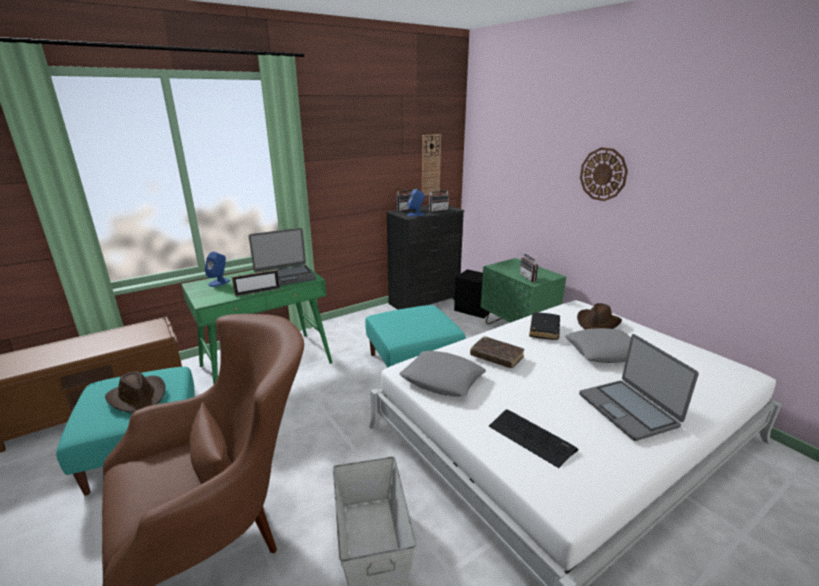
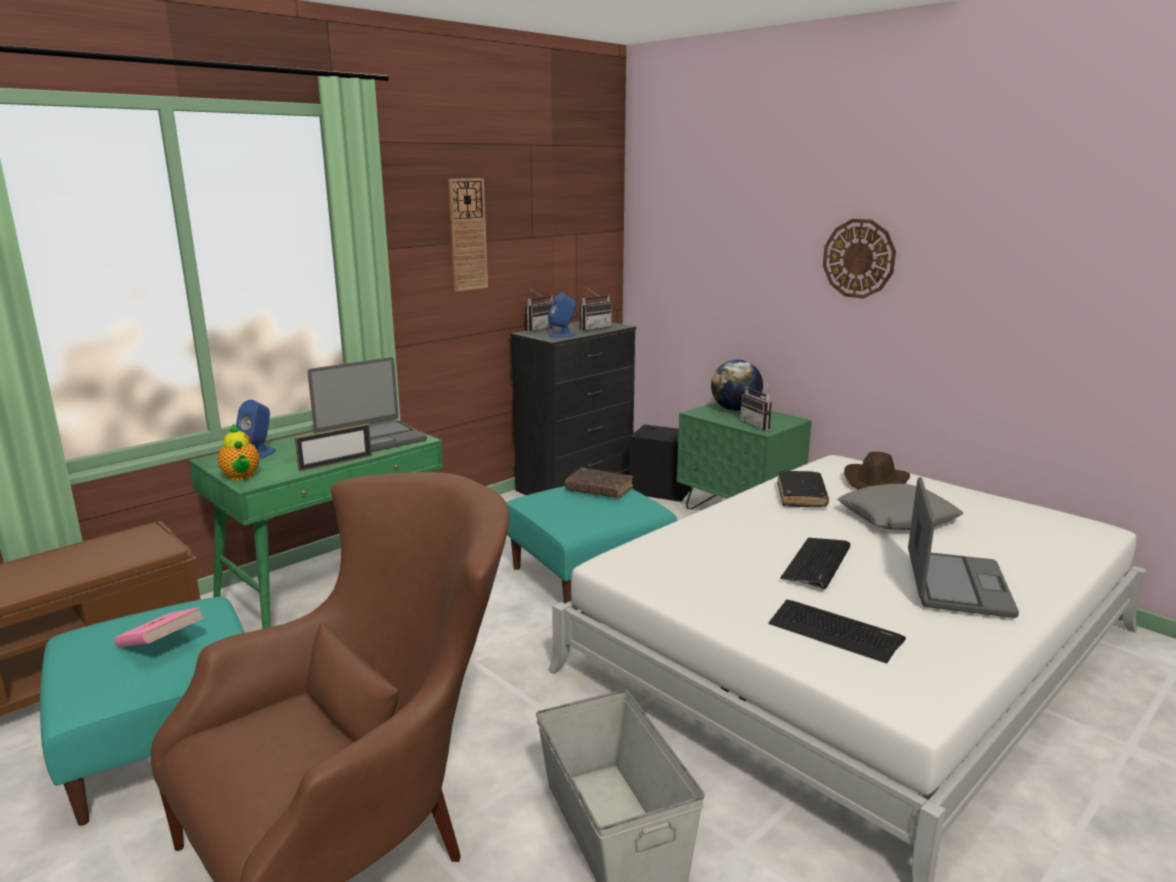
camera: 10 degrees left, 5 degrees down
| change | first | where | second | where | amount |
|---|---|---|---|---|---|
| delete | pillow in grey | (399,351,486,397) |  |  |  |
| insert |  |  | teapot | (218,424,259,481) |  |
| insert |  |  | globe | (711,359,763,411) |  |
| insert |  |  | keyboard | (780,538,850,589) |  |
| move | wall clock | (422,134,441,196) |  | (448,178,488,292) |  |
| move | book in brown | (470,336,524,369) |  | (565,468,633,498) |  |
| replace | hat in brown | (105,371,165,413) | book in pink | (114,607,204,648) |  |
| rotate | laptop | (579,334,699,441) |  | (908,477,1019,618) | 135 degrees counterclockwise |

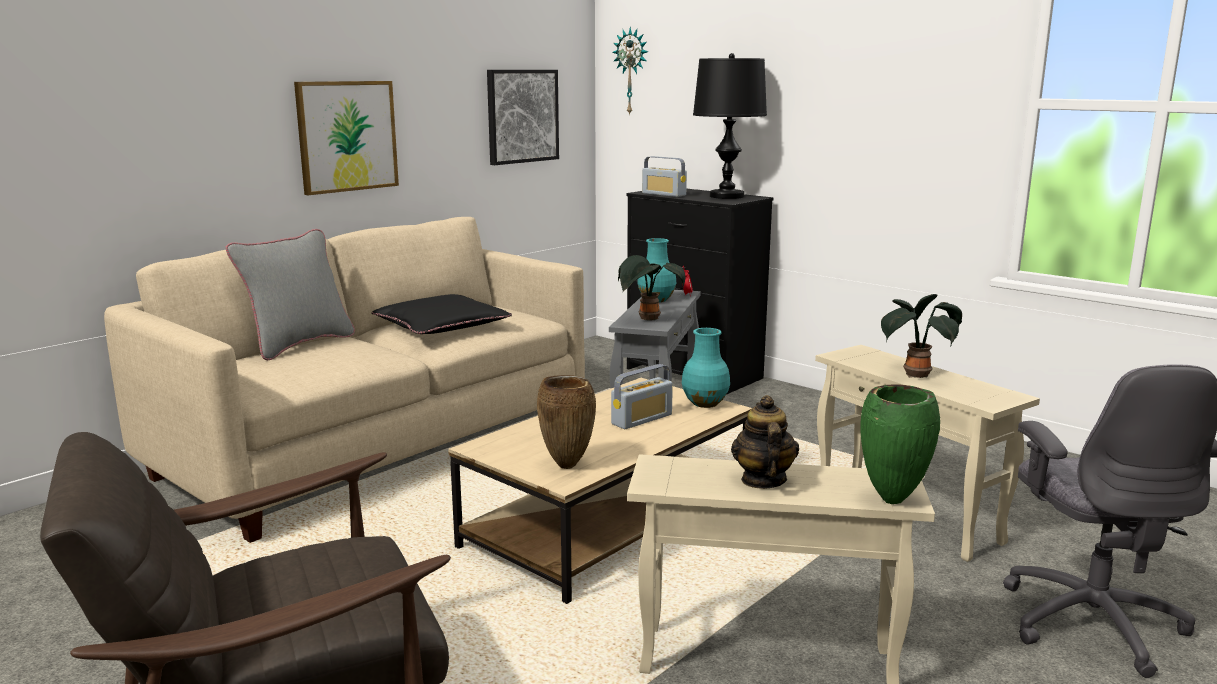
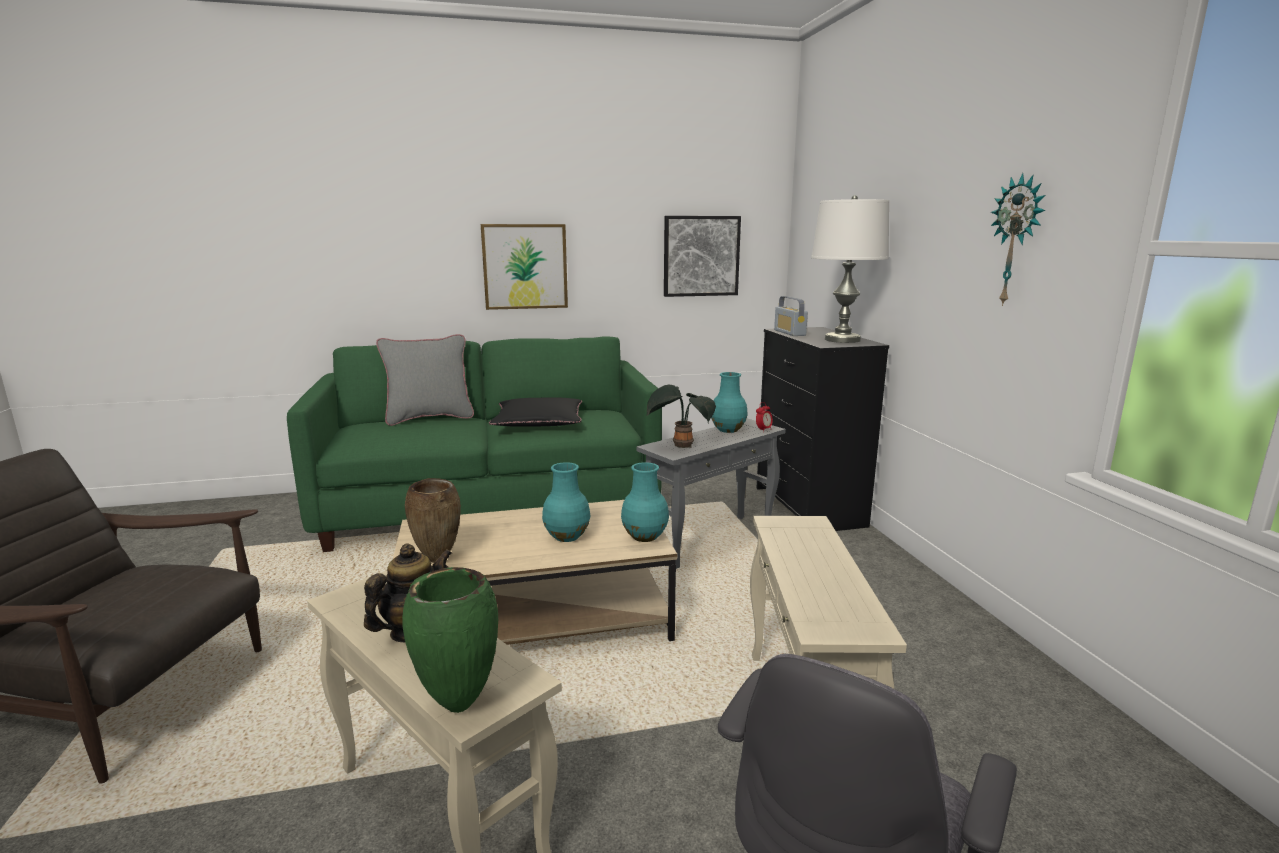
camera: 35 degrees right, 0 degrees up
| change | first | where | second | where | amount |
|---|---|---|---|---|---|
| delete | potted plant | (881,294,962,378) |  |  |  |
| move | wall clock | (612,27,648,116) |  | (991,173,1046,306) |  |
| replace | radio | (611,364,673,429) | vase in turquoise | (542,462,590,542) |  |
| recolor | sofa in beige | (104,217,585,543) | sofa in green | (287,336,662,552) |  |
| recolor | table lamp in black | (693,53,767,199) | table lamp in white | (811,195,889,343) |  |

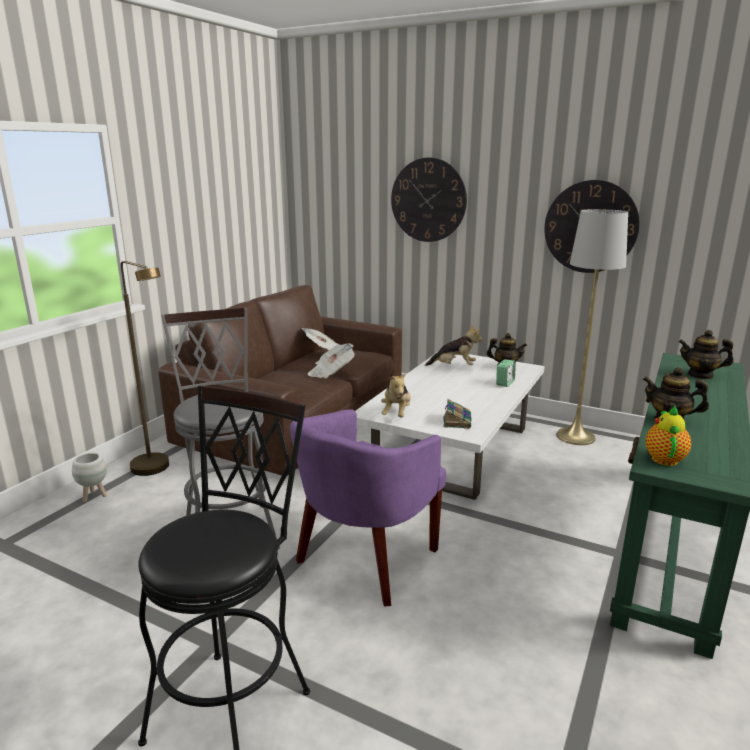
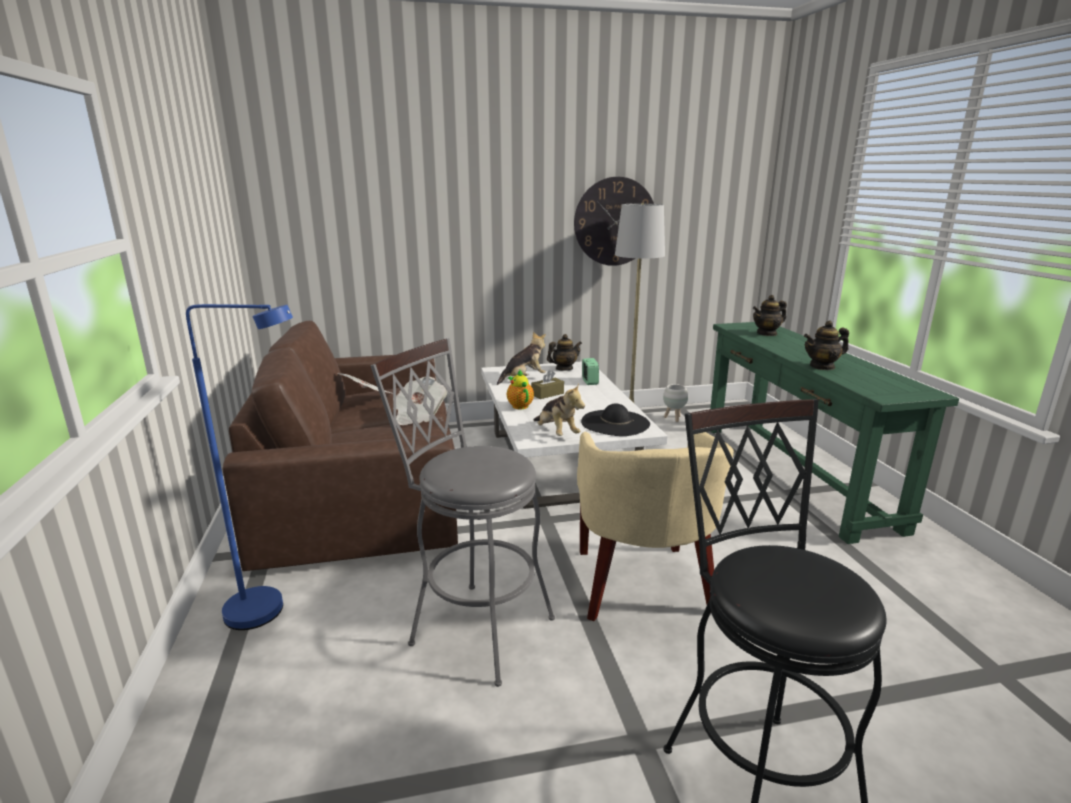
camera: 40 degrees left, 0 degrees up
| change | first | where | second | where | amount |
|---|---|---|---|---|---|
| delete | wall clock | (391,158,467,242) |  |  |  |
| insert |  |  | tissue box in brown | (531,370,564,399) |  |
| move | planter in white | (72,453,107,502) |  | (663,384,688,422) |  |
| move | teapot | (645,405,691,466) |  | (507,370,534,409) |  |
| replace | book | (443,399,471,429) | hat in black | (581,403,650,436) |  |
| recolor | floor lamp in brown | (121,261,169,476) | floor lamp in blue | (186,304,293,630) |  |
| recolor | armchair in purple | (290,409,446,606) | armchair in beige | (577,431,734,621) |  |

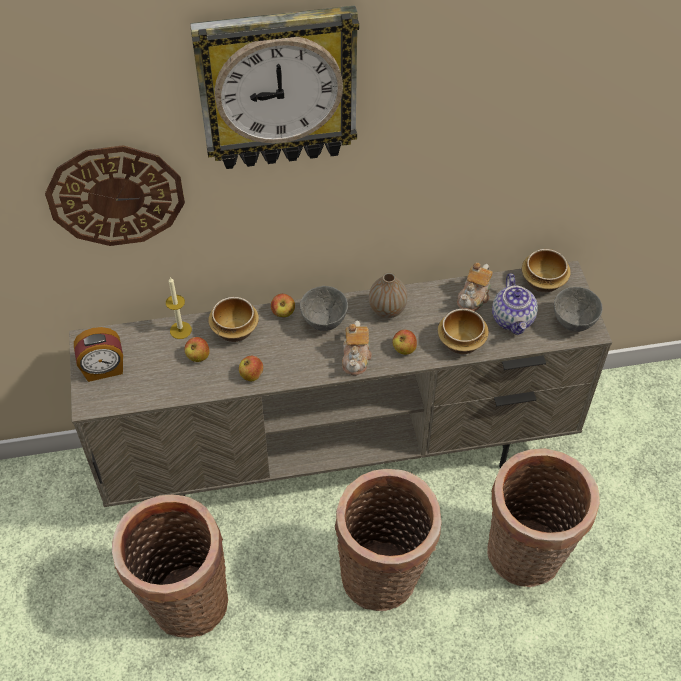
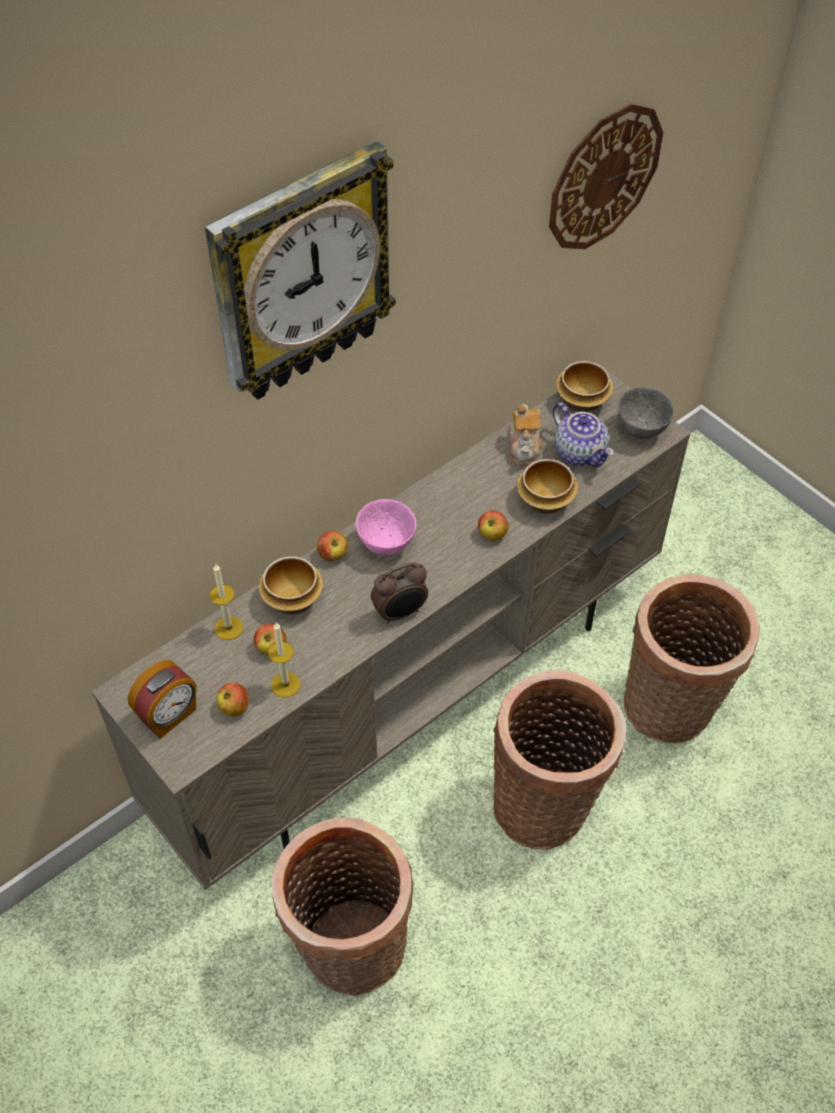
camera: 30 degrees left, 0 degrees up
| change | first | where | second | where | amount |
|---|---|---|---|---|---|
| delete | teapot | (342,321,372,375) |  |  |  |
| delete | vase | (369,273,407,318) |  |  |  |
| insert |  |  | candle | (268,623,301,698) |  |
| insert |  |  | alarm clock | (371,562,428,624) |  |
| move | wall clock | (45,145,185,246) |  | (549,104,663,249) |  |
| move | apple | (239,356,263,381) |  | (216,682,249,717) |  |
| recolor | bowl in grey | (300,286,348,331) | bowl in pink | (356,499,416,555) |  |

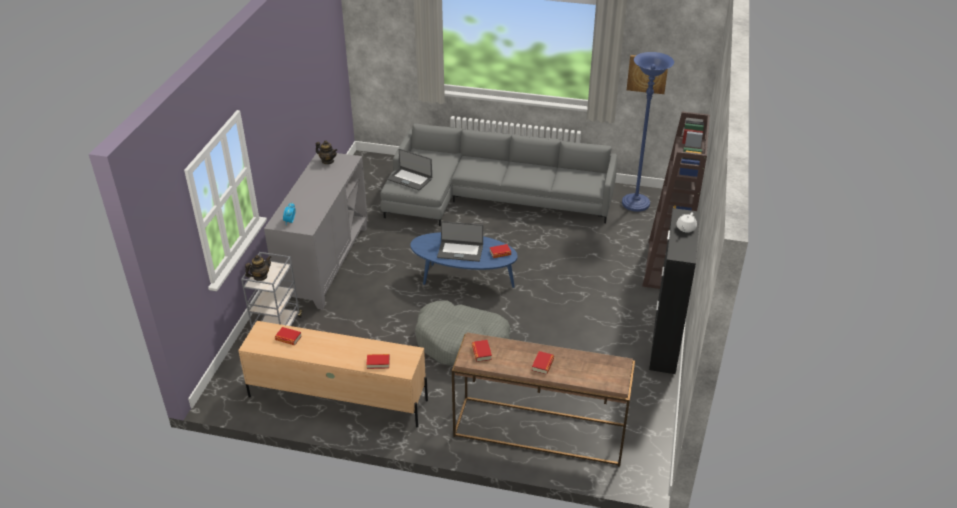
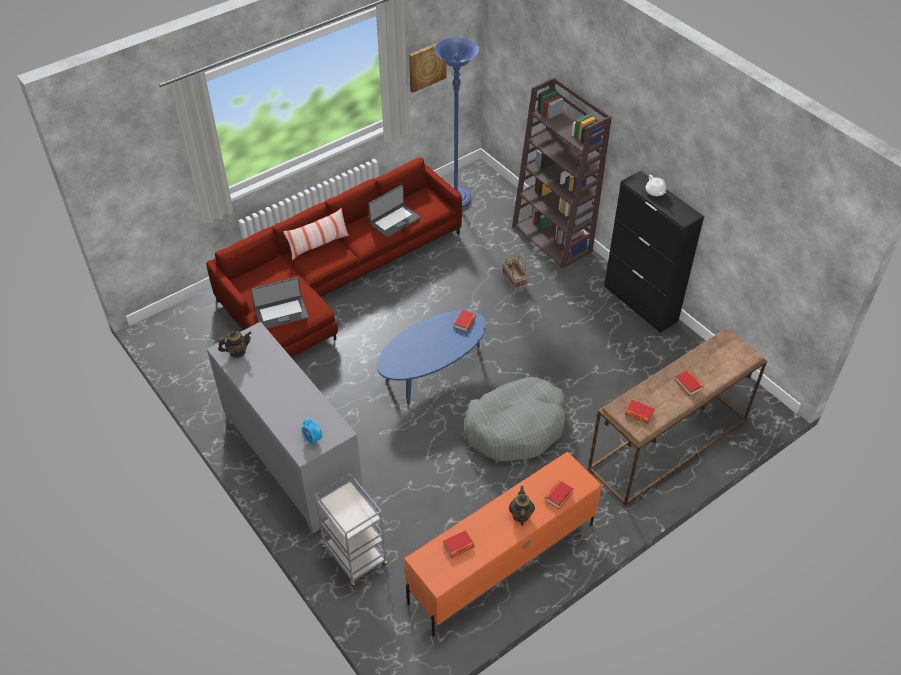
camera: 50 degrees left, 10 degrees up
| change | first | where | second | where | amount |
|---|---|---|---|---|---|
| insert |  |  | pillow | (283,208,350,260) |  |
| insert |  |  | basket | (502,253,528,291) |  |
| move | teapot | (245,255,271,281) |  | (509,486,535,526) |  |
| move | laptop | (437,221,483,262) |  | (368,184,421,238) |  |
| recolor | tv stand in beige | (238,321,428,427) | tv stand in orange | (404,452,602,637) |  |
| recolor | sofa in grey | (380,123,617,226) | sofa in red | (206,157,462,357) |  |

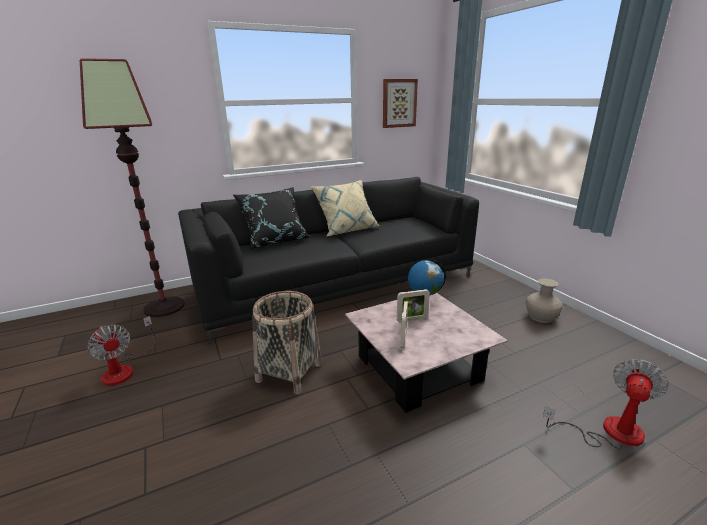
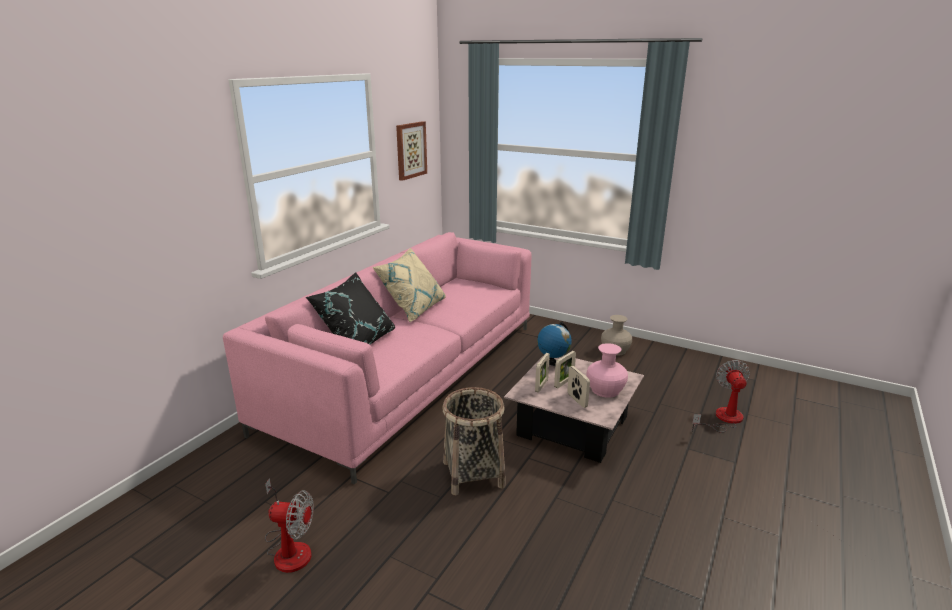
camera: 35 degrees left, 0 degrees up
| change | first | where | second | where | amount |
|---|---|---|---|---|---|
| delete | floor lamp | (80,58,185,317) |  |  |  |
| insert |  |  | picture frame | (535,353,550,393) |  |
| insert |  |  | vase in pink | (586,343,628,398) |  |
| recolor | sofa in black | (178,177,479,344) | sofa in pink | (223,232,531,485) |  |

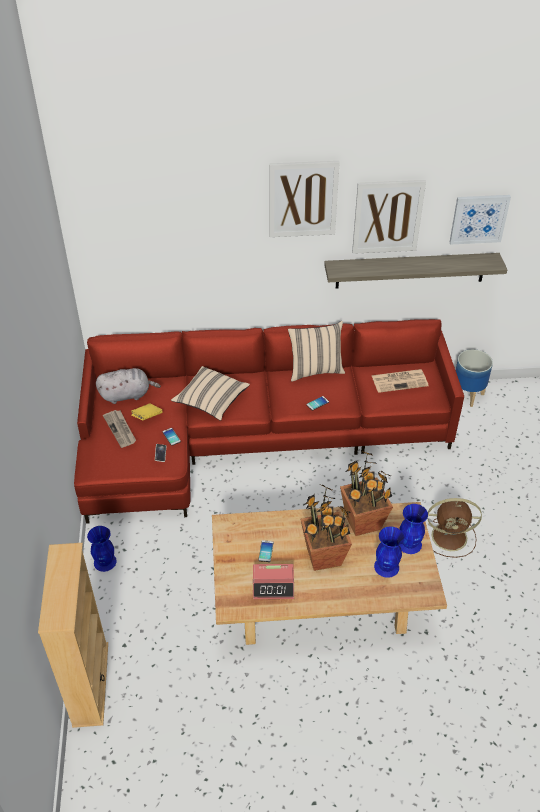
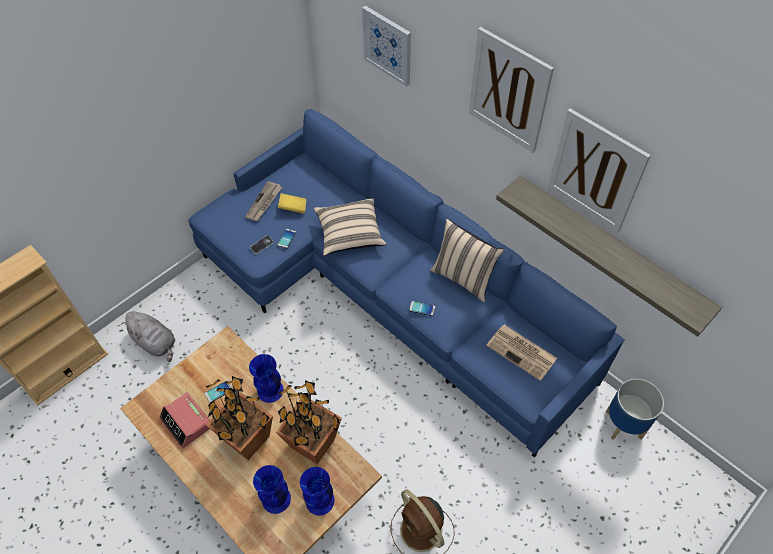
camera: 50 degrees right, 10 degrees up
| change | first | where | second | where | amount |
|---|---|---|---|---|---|
| move | vase in blue | (87,526,117,572) |  | (249,354,284,403) |  |
| move | plush toy in grey | (96,368,161,404) |  | (121,312,175,362) |  |
| move | picture | (450,195,511,245) |  | (362,6,411,87) |  |
| recolor | sofa in red | (74,319,464,524) | sofa in blue | (188,109,625,458) |  |

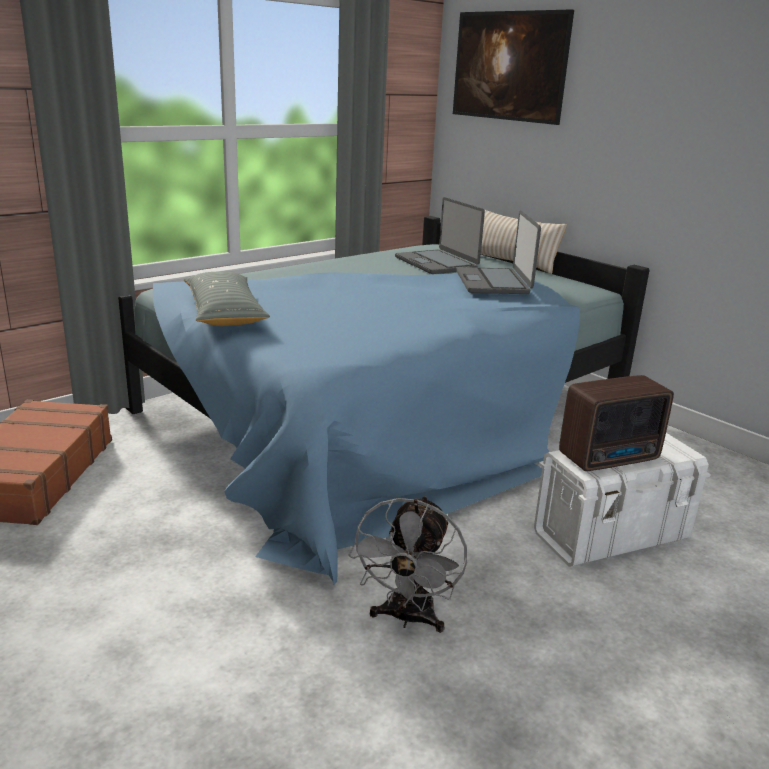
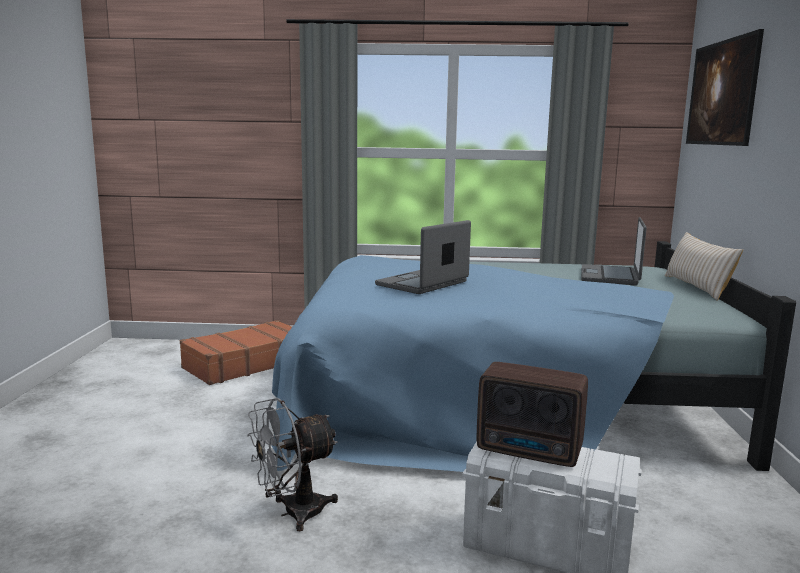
camera: 45 degrees right, 10 degrees down
| change | first | where | second | where | amount |
|---|---|---|---|---|---|
| delete | pillow in grey | (184,272,270,326) |  |  |  |
| move | laptop | (456,210,541,294) |  | (375,220,471,294) |  |

